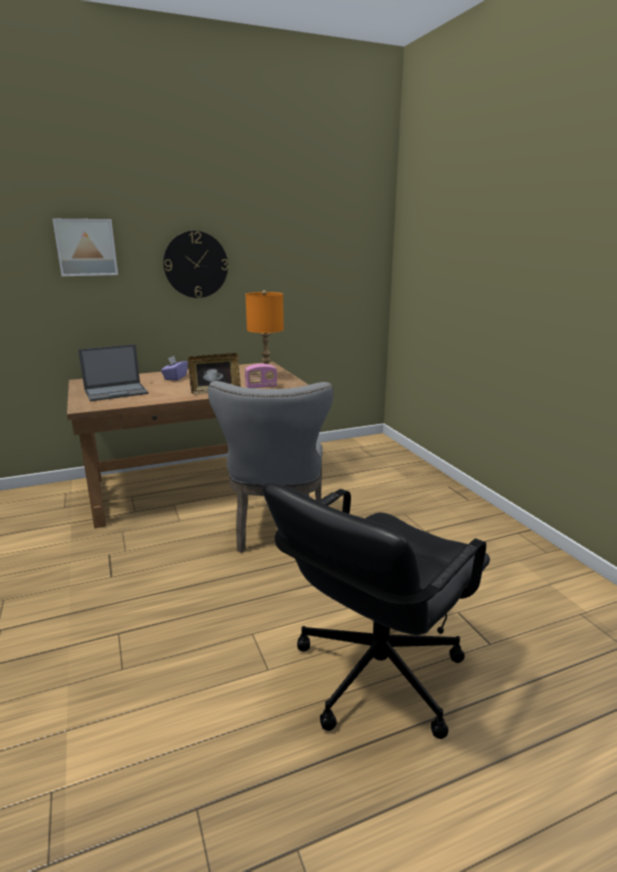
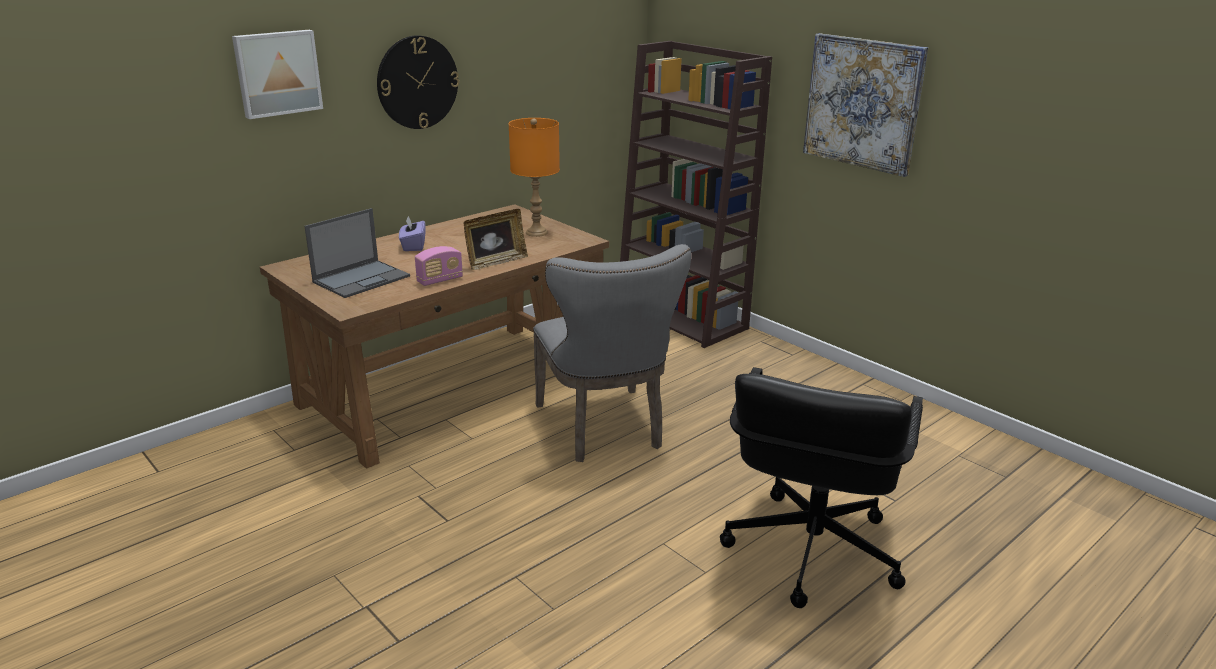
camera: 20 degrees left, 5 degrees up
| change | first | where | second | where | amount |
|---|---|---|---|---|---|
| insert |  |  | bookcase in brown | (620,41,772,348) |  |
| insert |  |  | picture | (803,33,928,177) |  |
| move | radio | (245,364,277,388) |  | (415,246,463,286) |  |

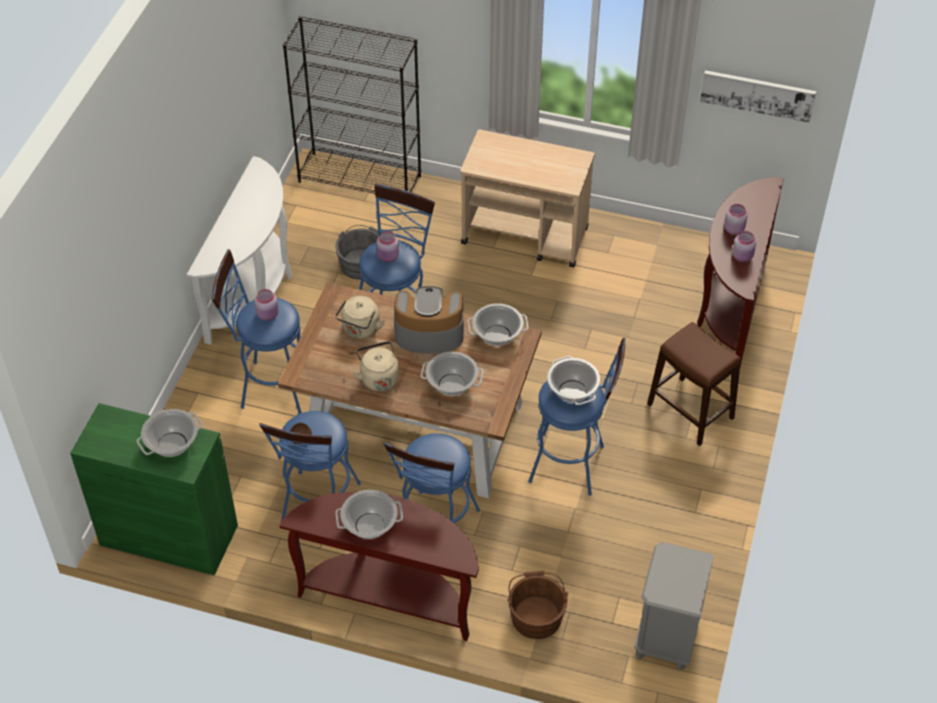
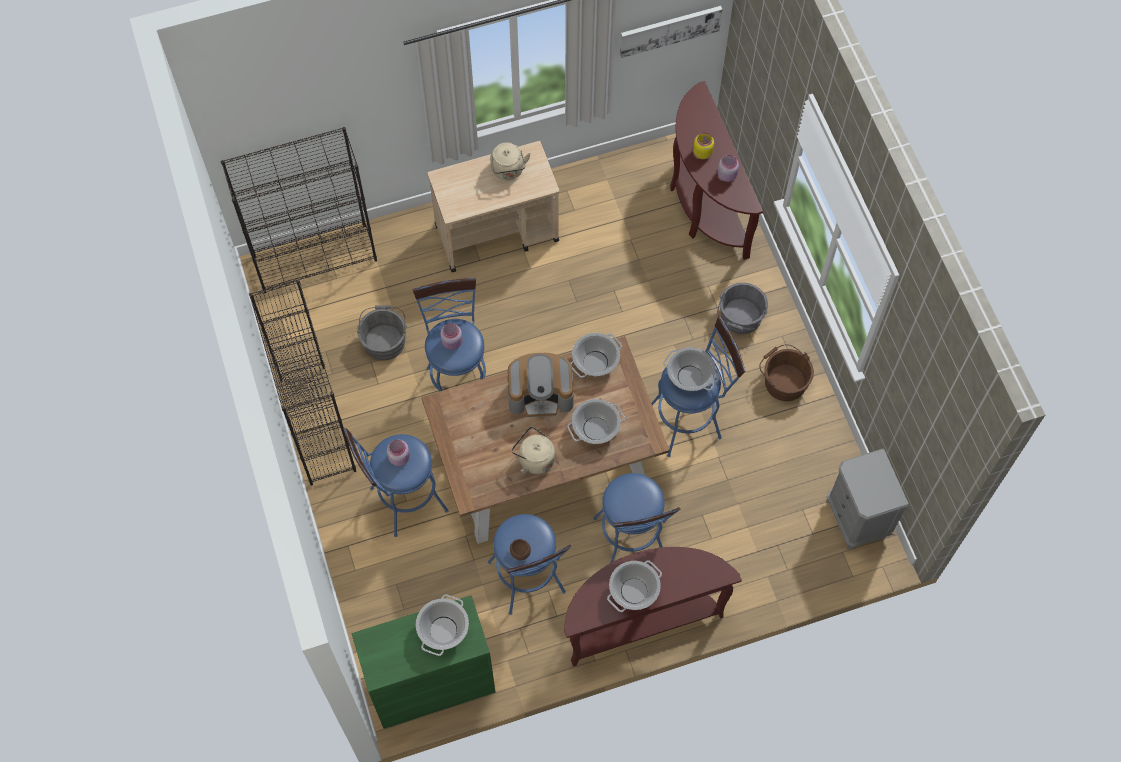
camera: 35 degrees left, 15 degrees up
| change | first | where | second | where | amount |
|---|---|---|---|---|---|
| move | kettle in beige | (335,296,385,339) |  | (490,142,531,180) |  |
| move | bucket in brown | (507,571,568,639) |  | (759,344,814,401) |  |
| replace | console table in white | (187,156,292,345) | bookcase in black | (249,280,356,485) |  |
| replace | stool in brown | (647,322,741,446) | bucket in grey | (718,283,768,334) |  |
| recolor | jar in pink | (724,204,748,235) | jar in yellow | (693,132,714,159) |  |
| rotate | coffee machine | (394,286,464,354) |  | (507,353,574,417) | 150 degrees counterclockwise |

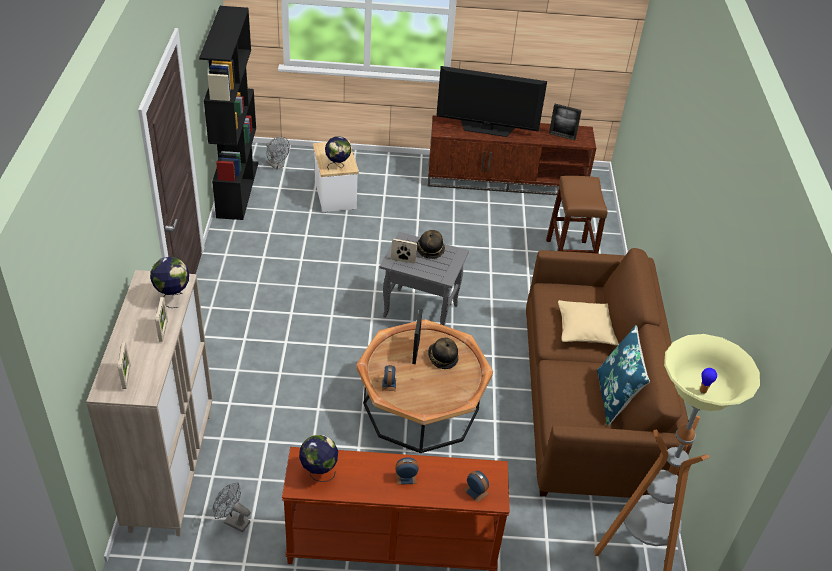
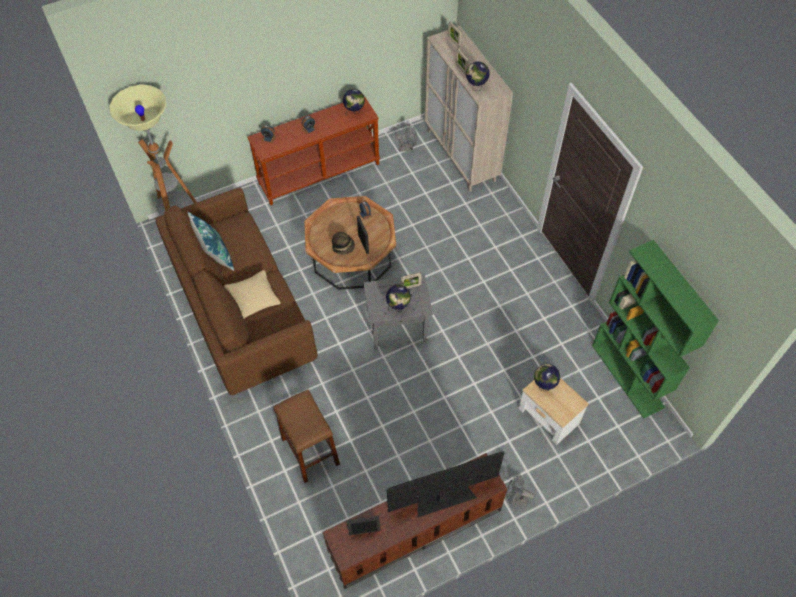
camera: 155 degrees right, 15 degrees up
| change | first | where | second | where | amount |
|---|---|---|---|---|---|
| move | fan in grey | (266,136,290,170) |  | (506,475,535,506) |  |
| replace | hat | (417,230,445,259) | globe | (386,285,411,312) |  |
| recolor | bookcase in black | (199,6,258,220) | bookcase in green | (592,240,719,419) |  |

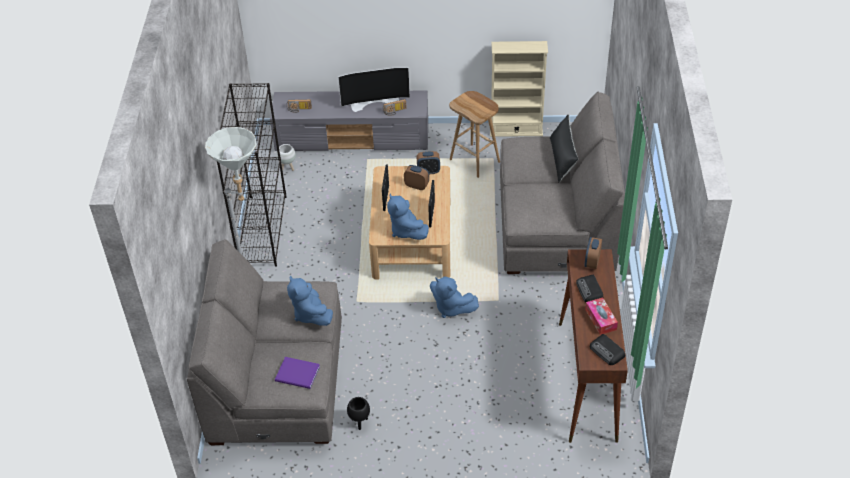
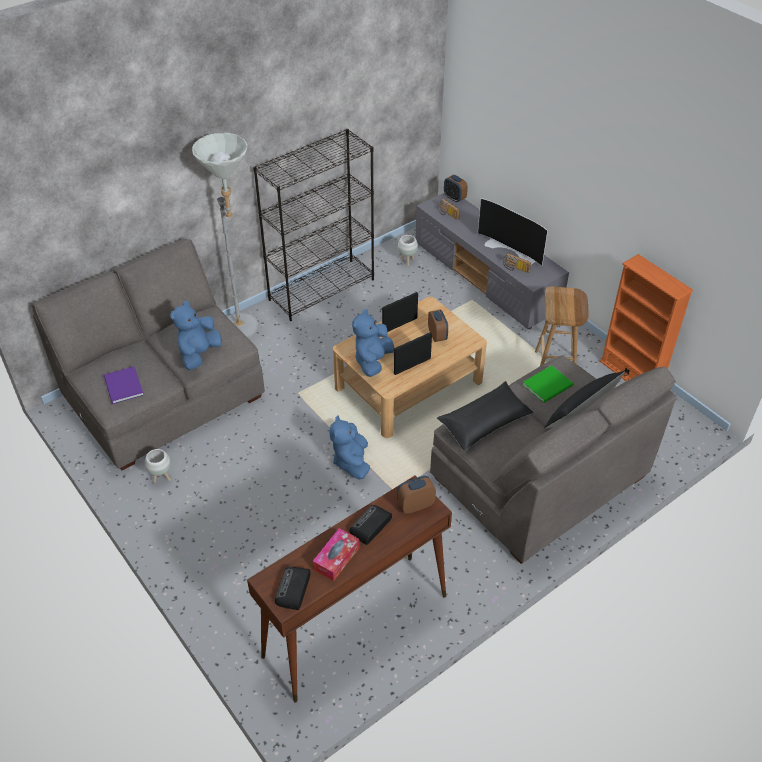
camera: 50 degrees right, 0 degrees up
| change | first | where | second | where | amount |
|---|---|---|---|---|---|
| insert |  |  | pillow in black | (437,381,534,451) |  |
| insert |  |  | book in green | (523,365,573,403) |  |
| move | alarm clock | (417,151,440,174) |  | (444,175,468,203) |  |
| recolor | planter in black | (347,397,370,430) | planter in white | (145,449,171,483) |  |
| recolor | bookcase in beige | (490,41,548,137) | bookcase in orange | (600,254,693,381) |  |

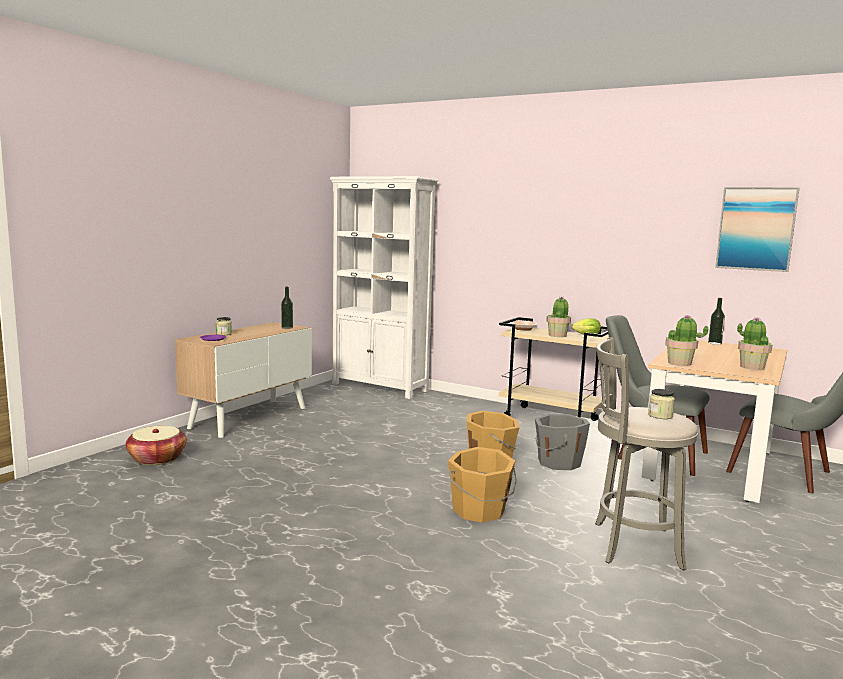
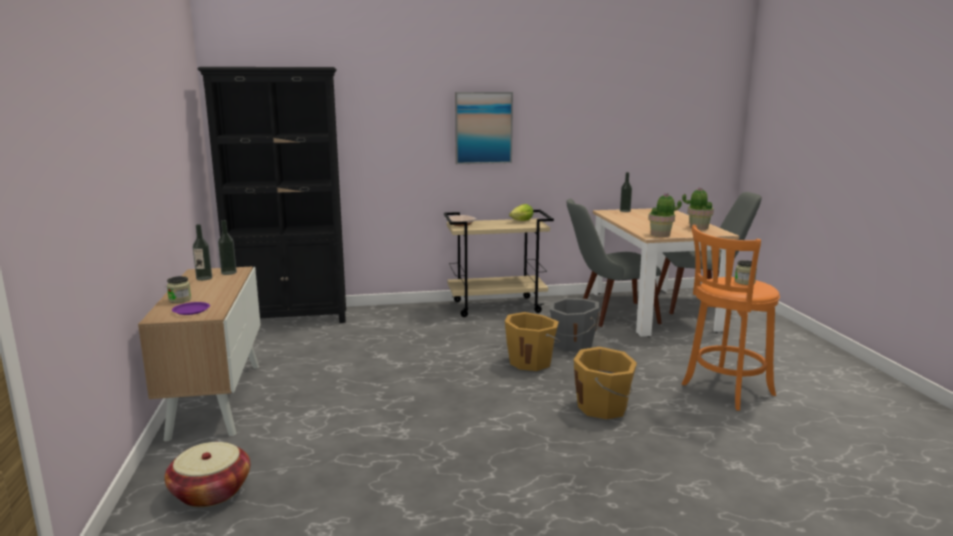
camera: 40 degrees left, 5 degrees up
| change | first | where | second | where | amount |
|---|---|---|---|---|---|
| delete | potted plant | (546,297,571,337) |  |  |  |
| insert |  |  | bottle | (193,224,212,281) |  |
| move | picture | (715,187,799,272) |  | (455,92,513,164) |  |
| recolor | bookcase in white | (330,176,438,399) | bookcase in black | (198,67,346,323) |  |
| recolor | stool in grey | (595,338,699,570) | stool in orange | (682,225,780,411) |  |

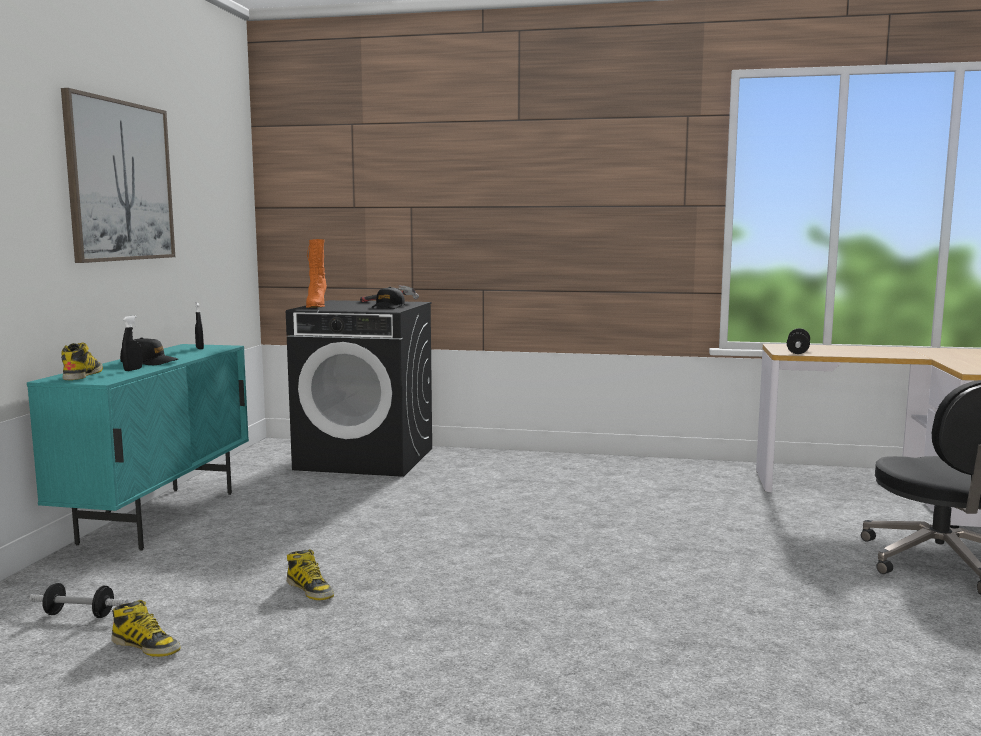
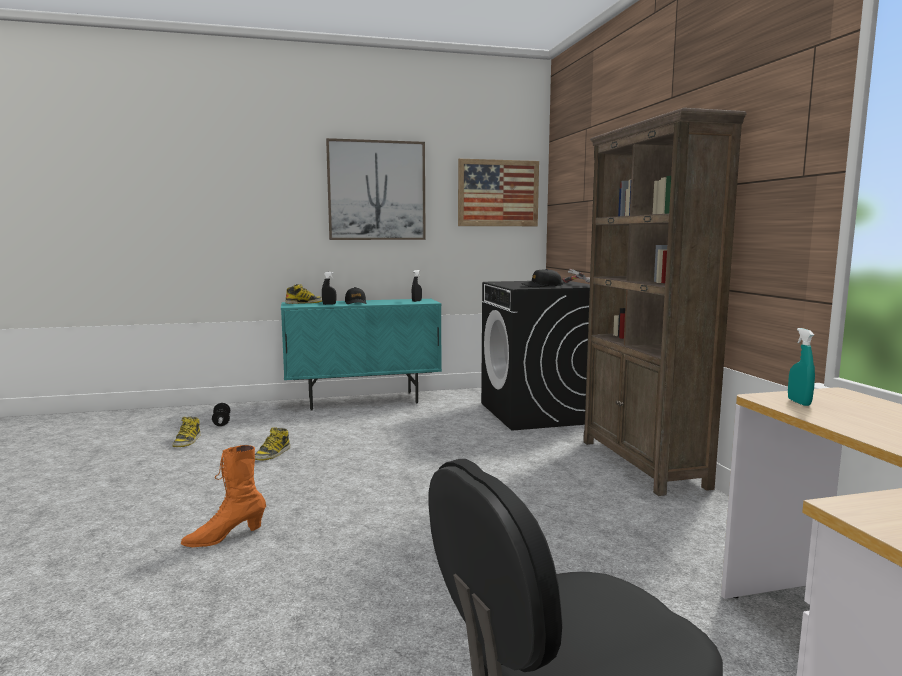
camera: 65 degrees right, 0 degrees up
| change | first | where | second | where | amount |
|---|---|---|---|---|---|
| insert |  |  | picture | (458,159,539,226) |  |
| insert |  |  | bookcase in brown | (583,108,746,496) |  |
| move | boot in orange | (306,239,327,308) |  | (180,445,266,547) |  |
| replace | dumbbell | (787,328,810,354) | spray bottle in turquoise | (788,328,815,406) |  |

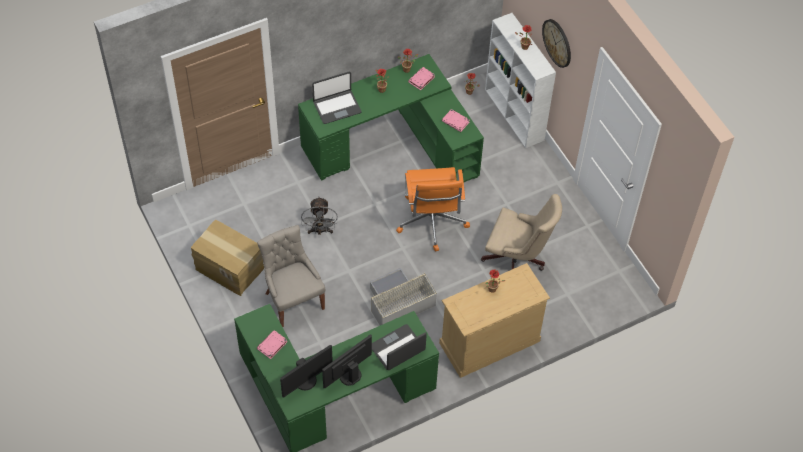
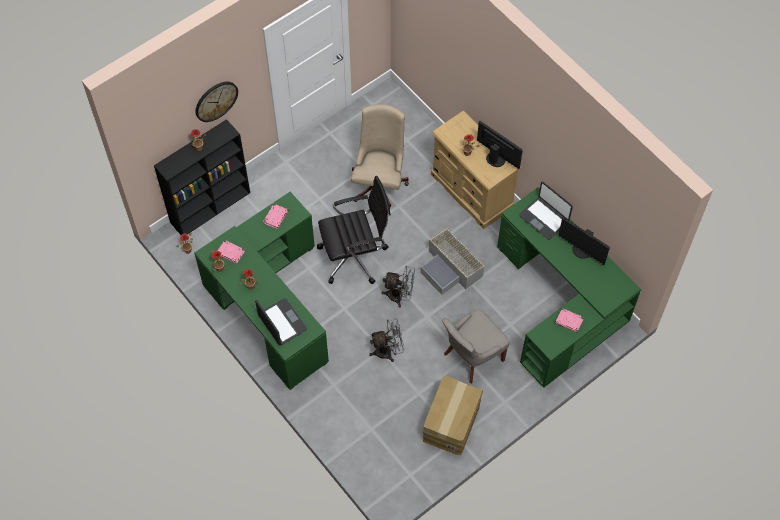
camera: 100 degrees left, 5 degrees up
| change | first | where | second | where | amount |
|---|---|---|---|---|---|
| insert |  |  | fan in grey | (382,265,415,307) |  |
| move | monitor | (280,345,333,397) |  | (477,121,523,169) |  |
| recolor | office chair in orange | (396,167,470,252) | office chair in black | (317,176,391,284) |  |
| recolor | bookcase in white | (485,13,556,148) | bookcase in black | (154,119,250,235) |  |

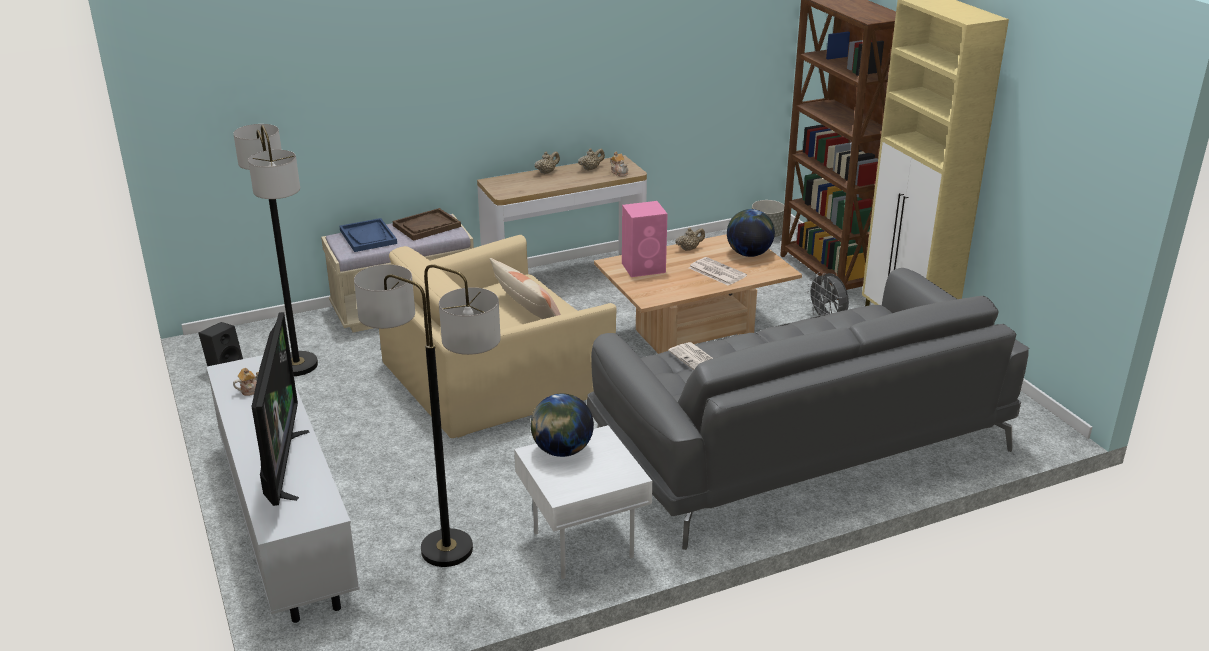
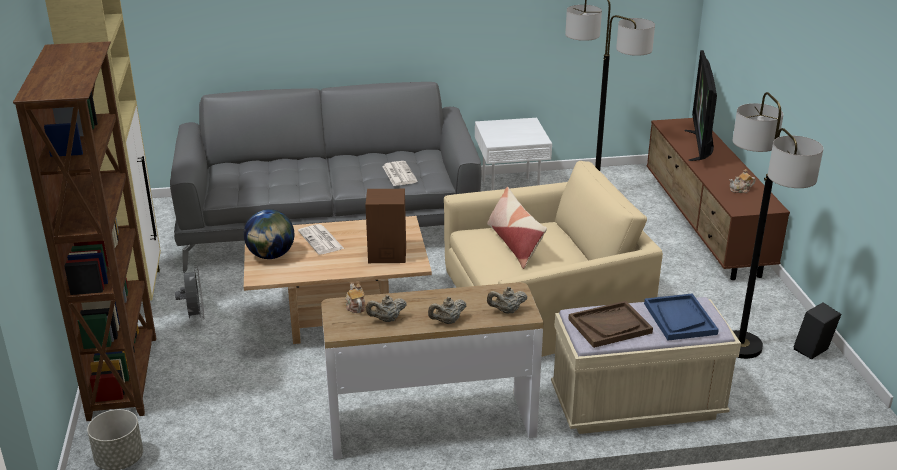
camera: 165 degrees left, 0 degrees up
| change | first | where | second | where | amount |
|---|---|---|---|---|---|
| delete | globe | (531,393,594,457) |  |  |  |
| move | teapot in beige | (675,228,705,251) |  | (487,287,528,314) |  |
| recolor | tv stand in white | (206,355,360,623) | tv stand in brown | (647,118,790,280) |  |
| recolor | speaker in pink | (622,201,668,277) | speaker in brown | (365,189,406,263) |  |

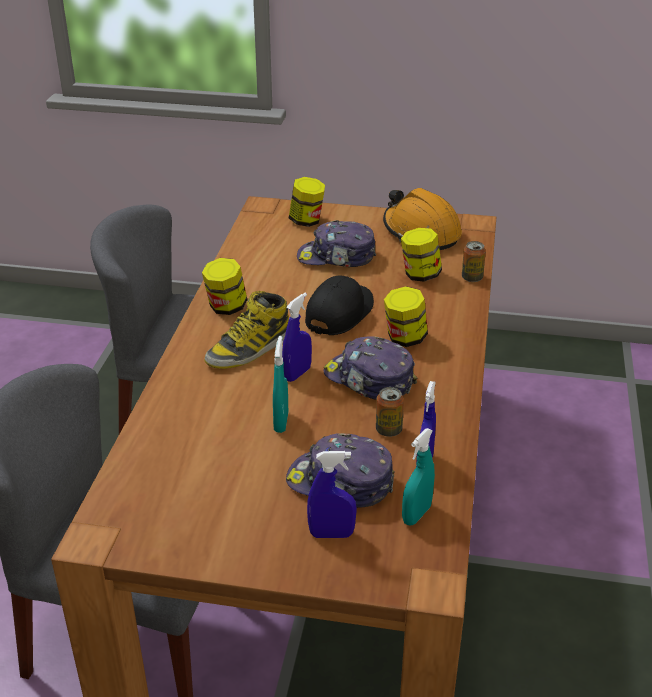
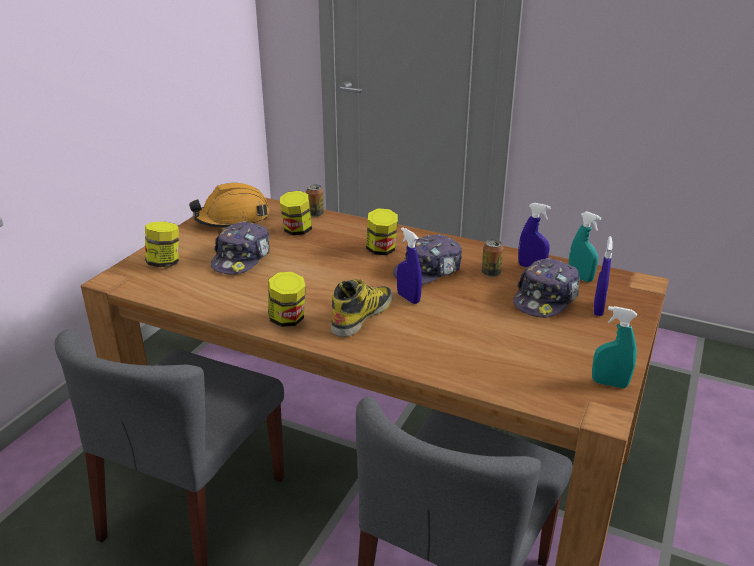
camera: 75 degrees left, 5 degrees down
| change | first | where | second | where | amount |
|---|---|---|---|---|---|
| delete | cap in black | (305,276,374,335) |  |  |  |
| move | spray bottle in turquoise | (273,336,288,433) |  | (592,306,637,388) |  |
| rotate | boot | (205,291,289,369) |  | (331,279,393,337) | 120 degrees counterclockwise |

